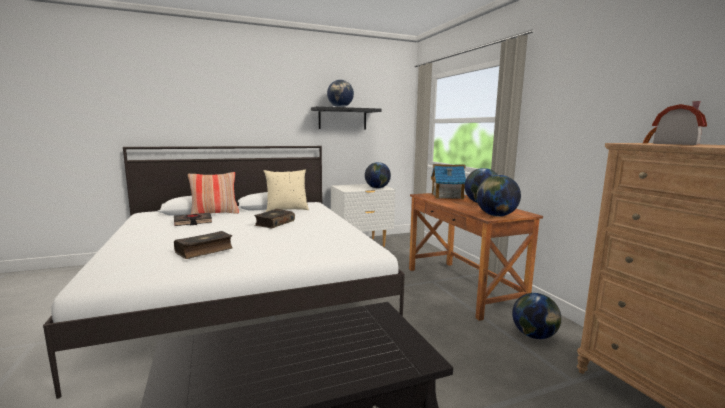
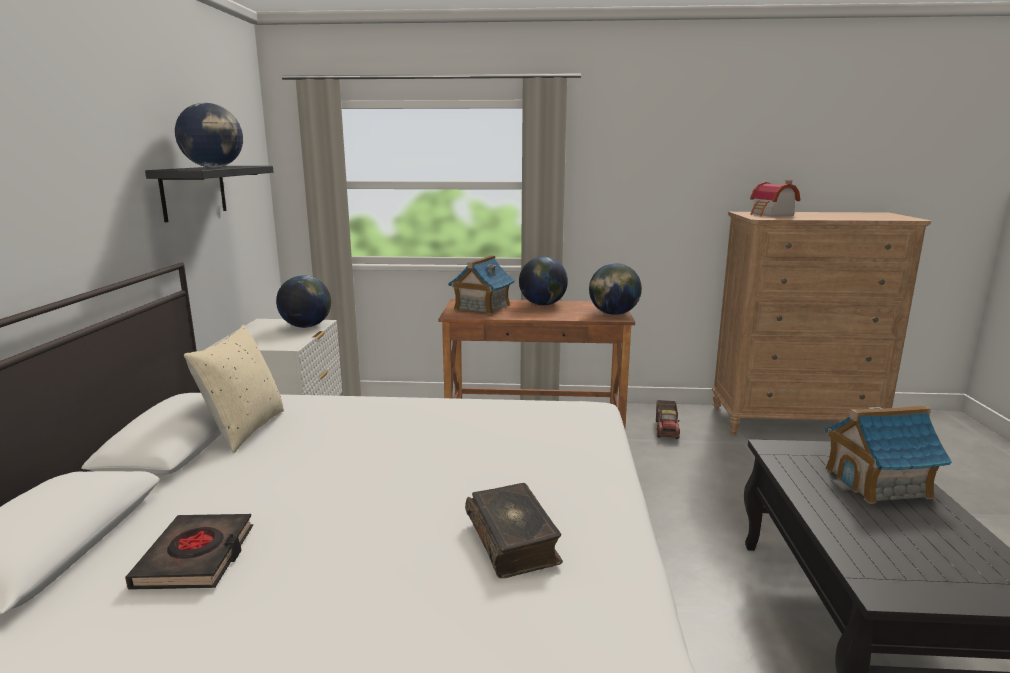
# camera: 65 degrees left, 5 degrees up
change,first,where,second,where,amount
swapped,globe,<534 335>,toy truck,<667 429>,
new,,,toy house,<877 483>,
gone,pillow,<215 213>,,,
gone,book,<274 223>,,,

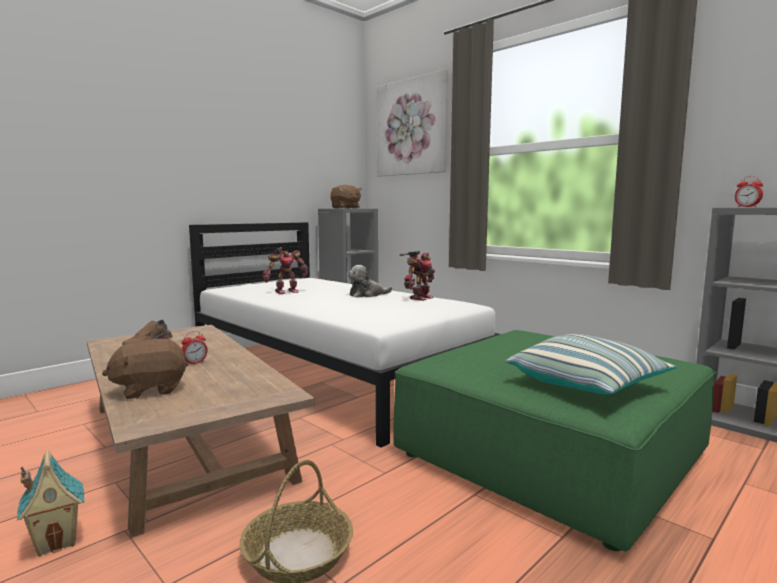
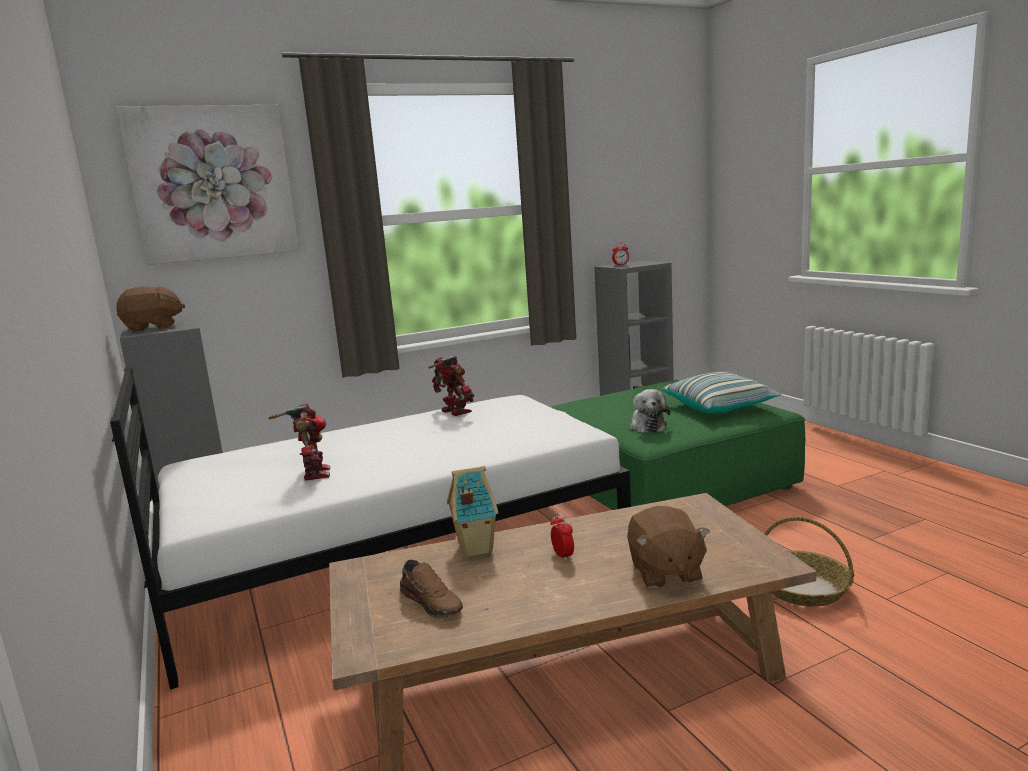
# camera: 70 degrees left, 5 degrees up
change,first,where,second,where,amount
shifted,toy house,<57 542>,,<474 549>,
shifted,plush toy,<367 295>,,<647 426>,

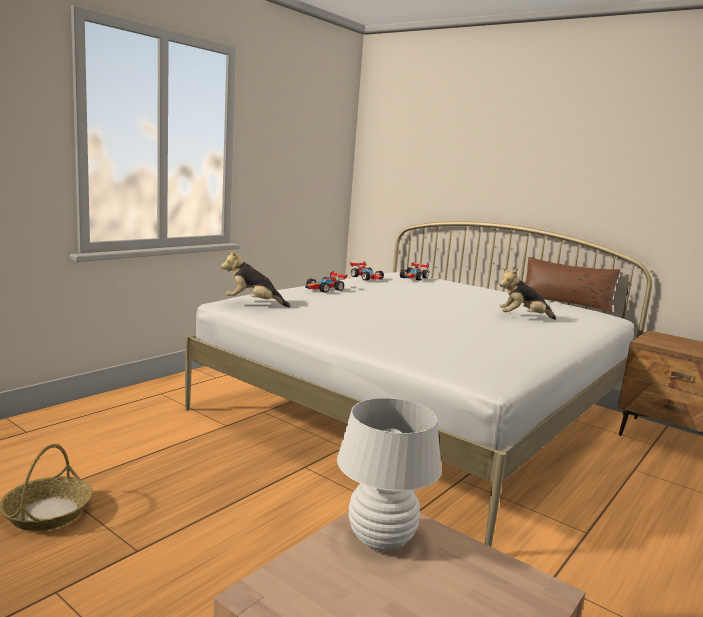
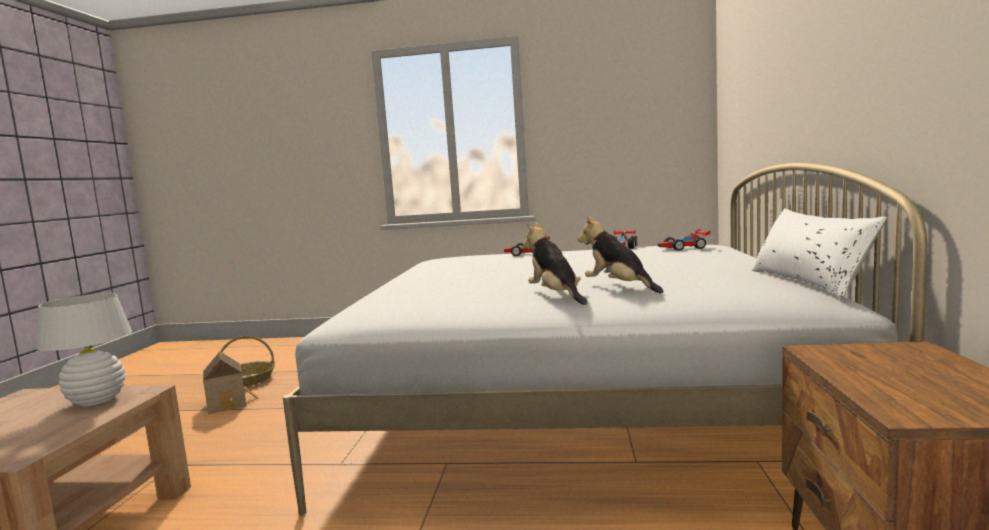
# camera: 60 degrees right, 5 degrees down
change,first,where,second,where,amount
new,,,toy house,<229 403>,
shifted,plush toy,<253 303>,,<555 296>,
repainted,brown pillow,<565 303>,white pillow,<809 281>,

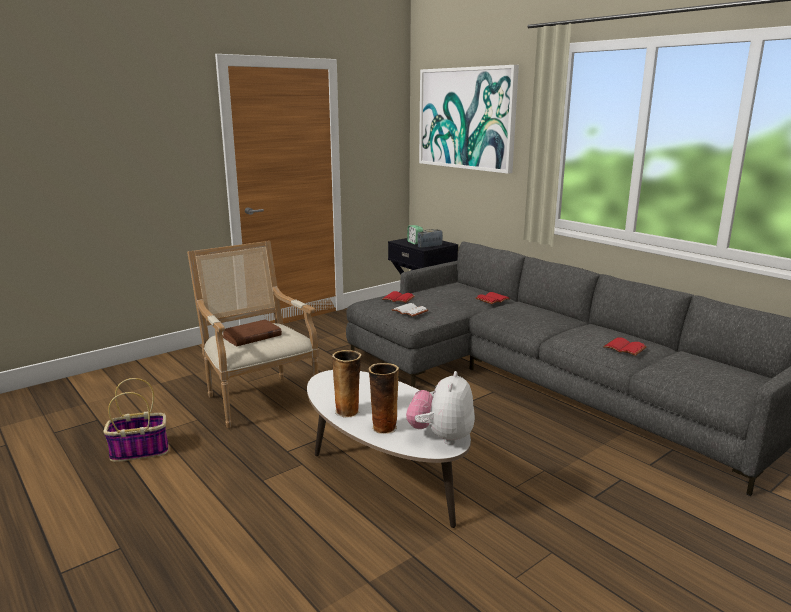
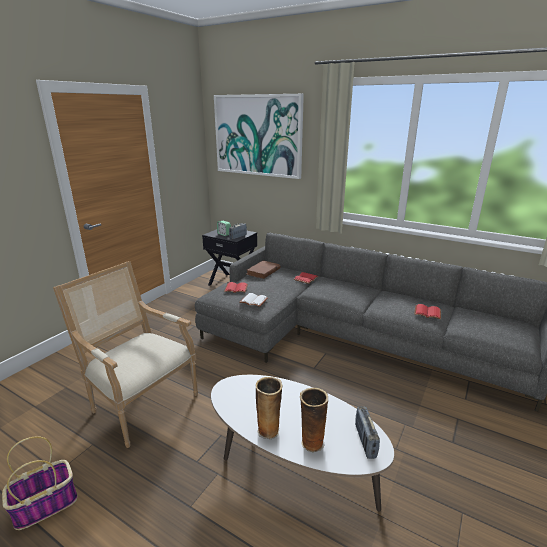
# camera: 20 degrees left, 5 degrees up
change,first,where,second,where,amount
shifted,brown book,<251 336>,,<263 271>,
swapped,plush toy,<441 437>,radio,<365 441>,

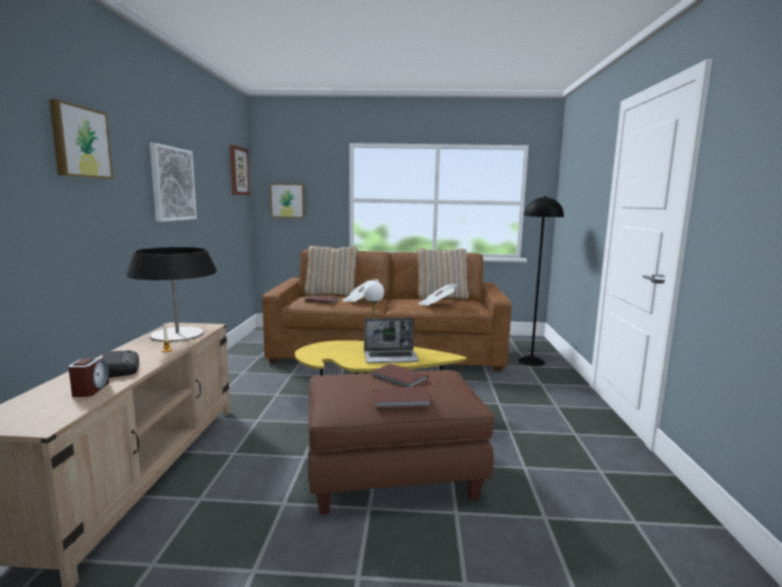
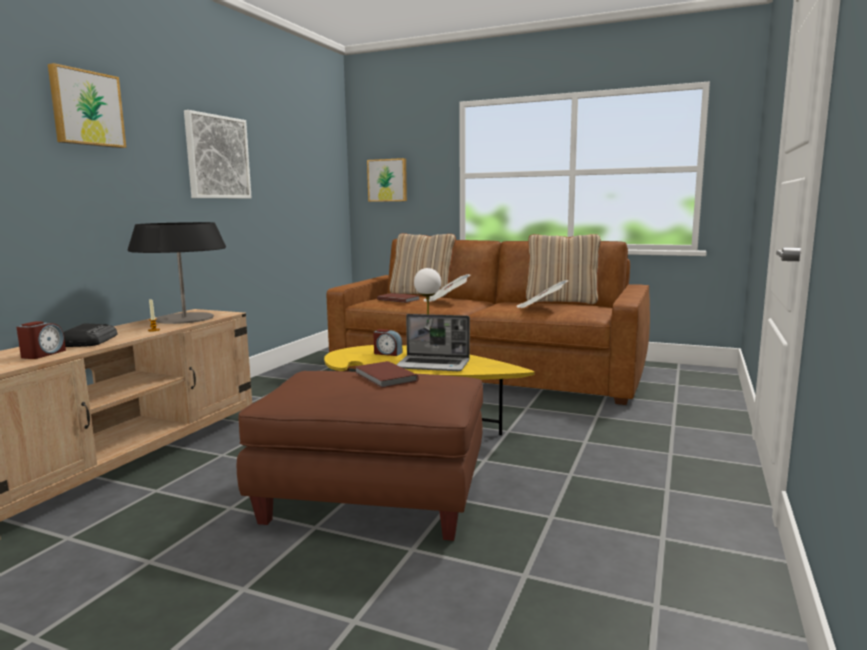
# camera: 20 degrees right, 0 degrees up
change,first,where,second,where,amount
new,,,alarm clock,<387 353>,
gone,picture,<238 171>,,,
gone,brown book,<402 400>,,,
gone,black floor lamp,<531 361>,,,

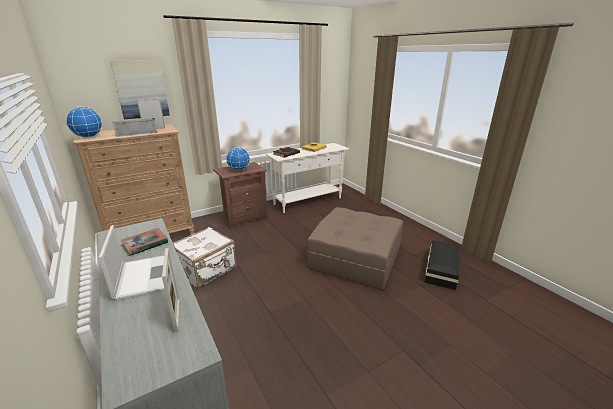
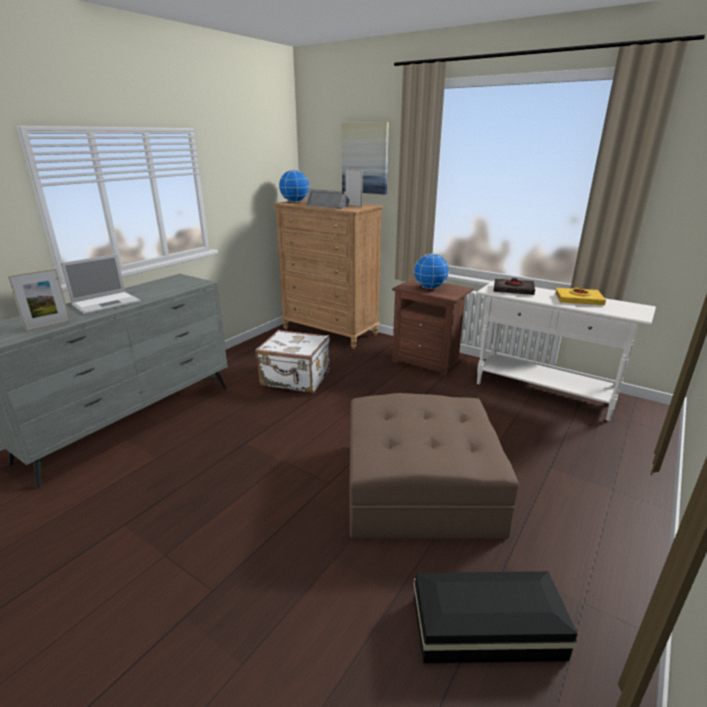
# camera: 65 degrees right, 0 degrees up
change,first,where,second,where,amount
gone,book,<145 244>,,,

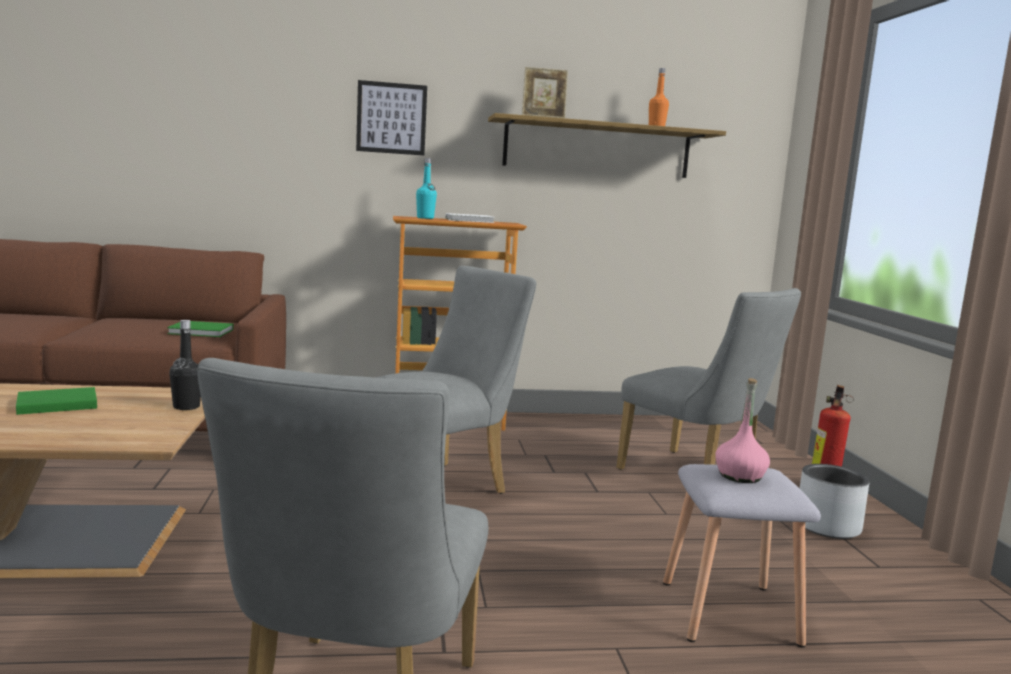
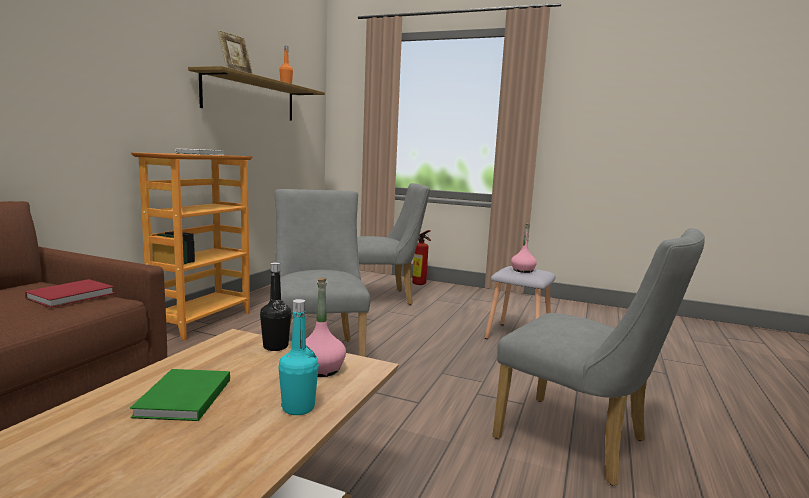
# camera: 60 degrees left, 0 degrees up
change,first,where,second,where,amount
repainted,green book,<202 332>,red book,<73 296>,
shifted,turquoise bottle,<425 218>,,<298 408>,
new,,,pink bottle,<320 369>,
gone,picture,<391 118>,,,
gone,grey planter,<827 526>,,,

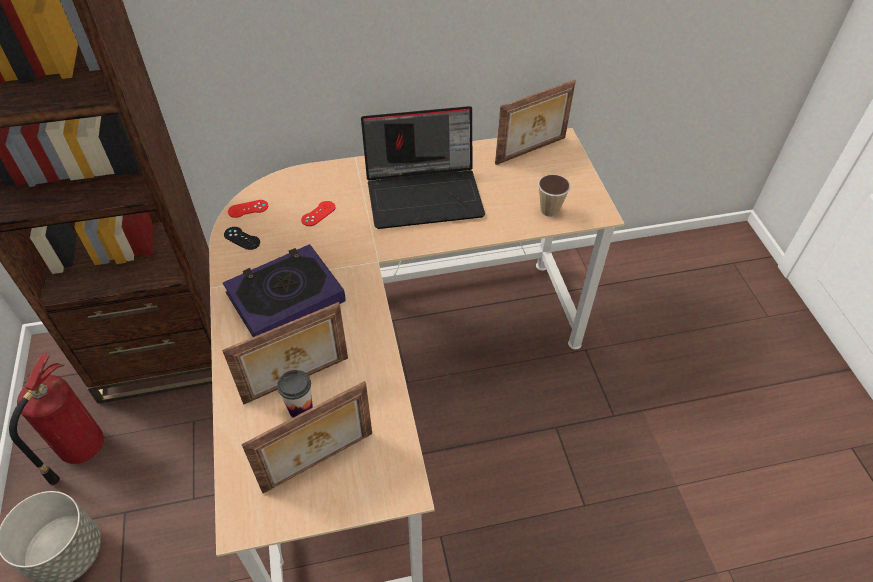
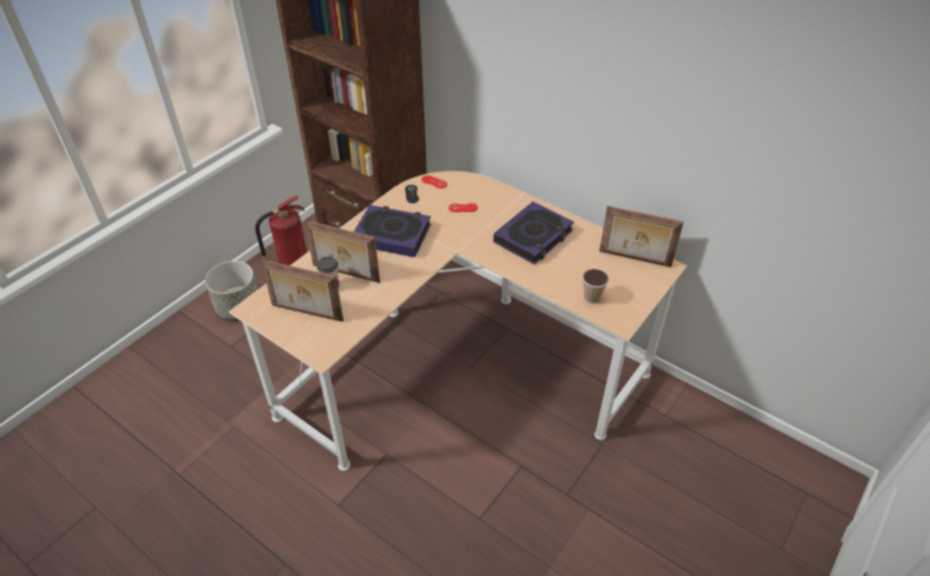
# camera: 50 degrees right, 5 degrees down
change,first,where,second,where,amount
swapped,laptop,<425 193>,book,<533 237>,

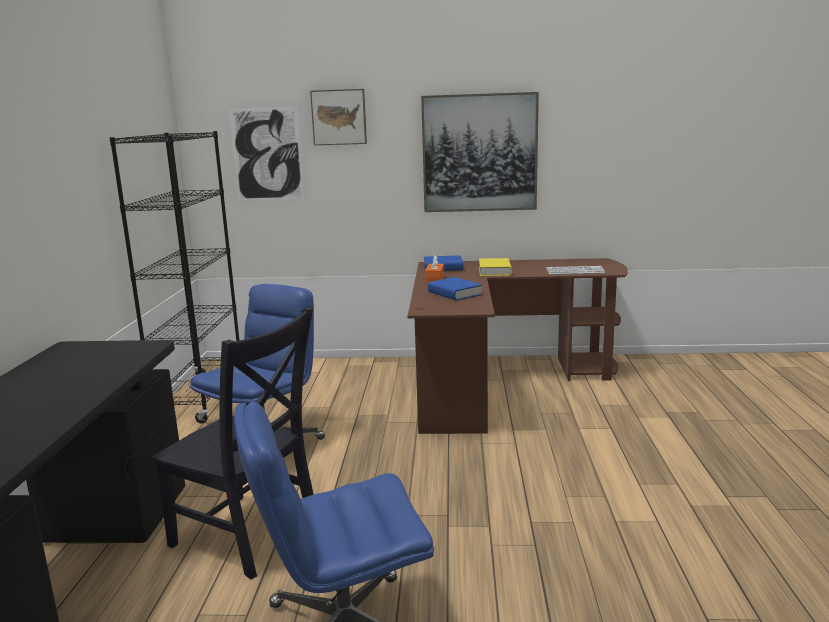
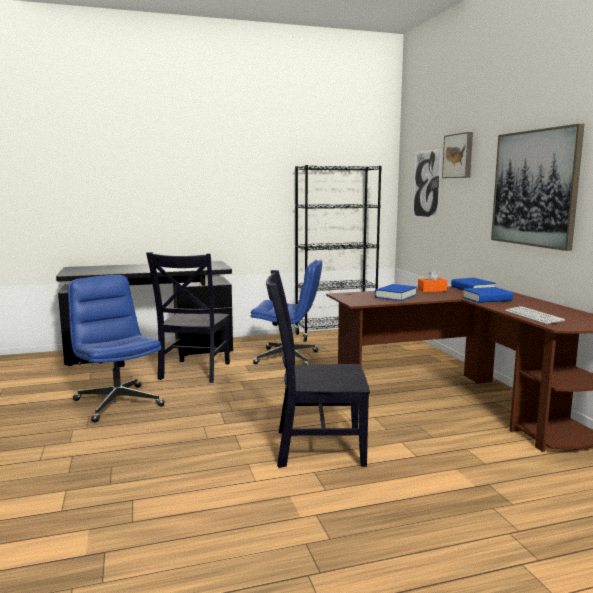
# camera: 70 degrees right, 5 degrees down
change,first,where,second,where,amount
new,,,black chair,<315 447>,
repainted,yellow book,<495 271>,blue book,<487 299>,

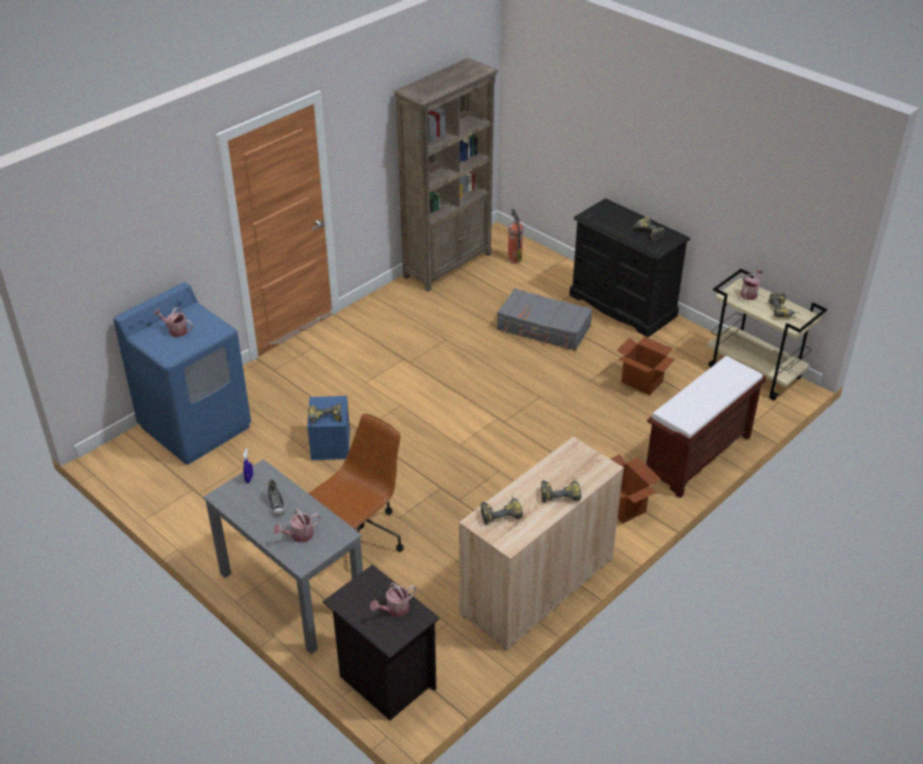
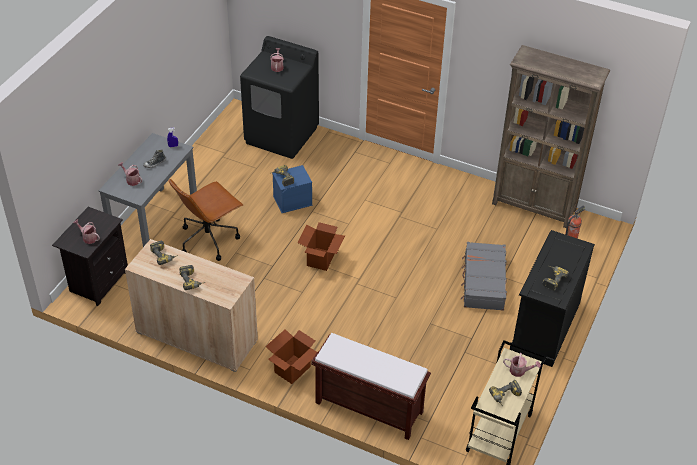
# camera: 70 degrees right, 5 degrees up
change,first,where,second,where,amount
rotated,brown office chair,<360 539>,,<209 239>,120 degrees clockwise
repainted,blue washing machine,<196 426>,black washing machine,<282 135>,
shifted,cardboard box,<642 382>,,<321 259>,

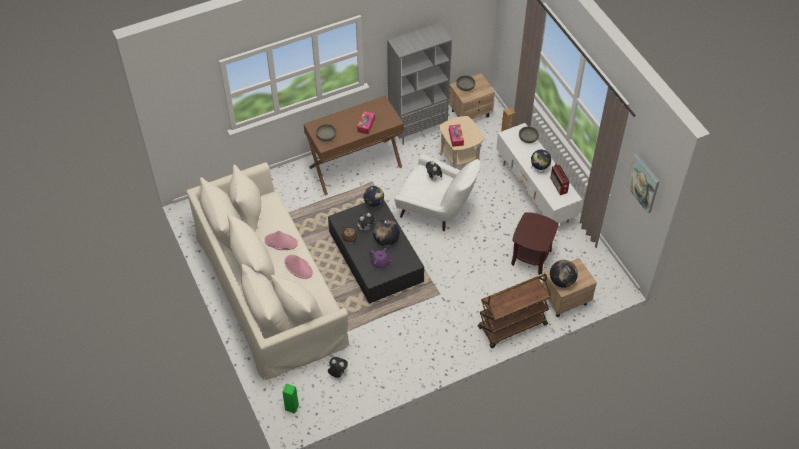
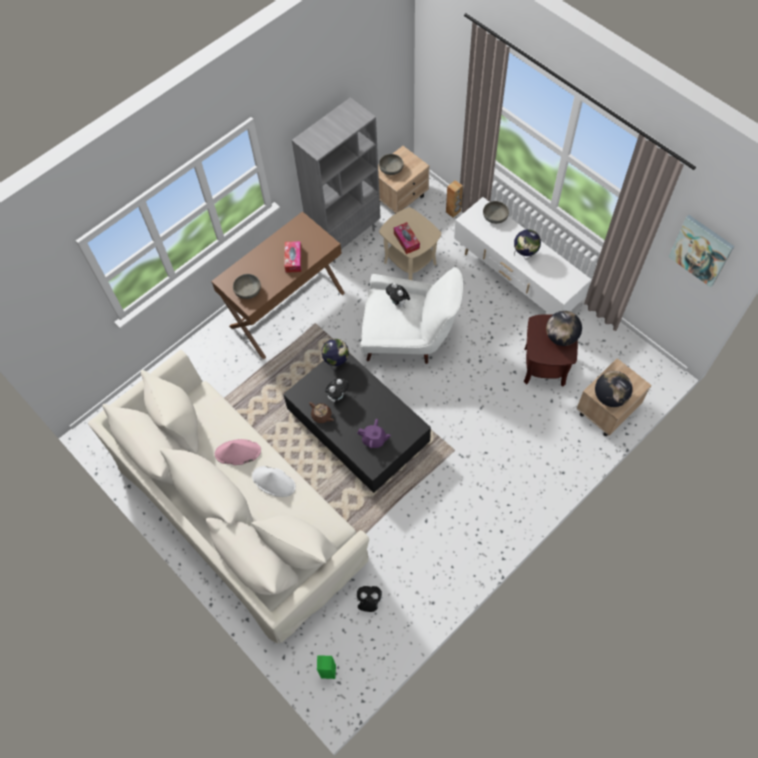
# camera: 15 degrees left, 10 degrees up
change,first,where,second,where,amount
repainted,pink hat,<298 267>,white hat,<274 482>,
shifted,globe,<386 240>,,<561 337>,
gone,brown cart,<512 327>,,,
gone,radio,<558 186>,,,

